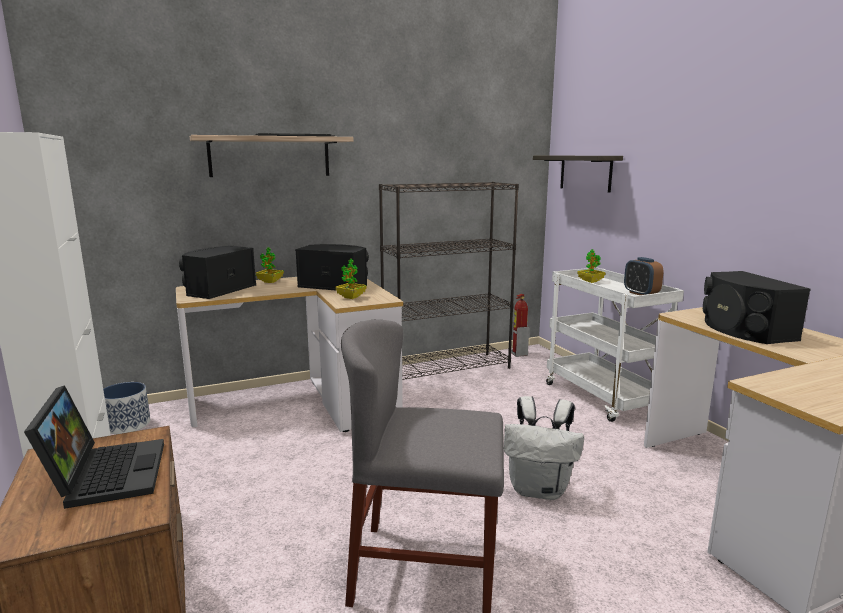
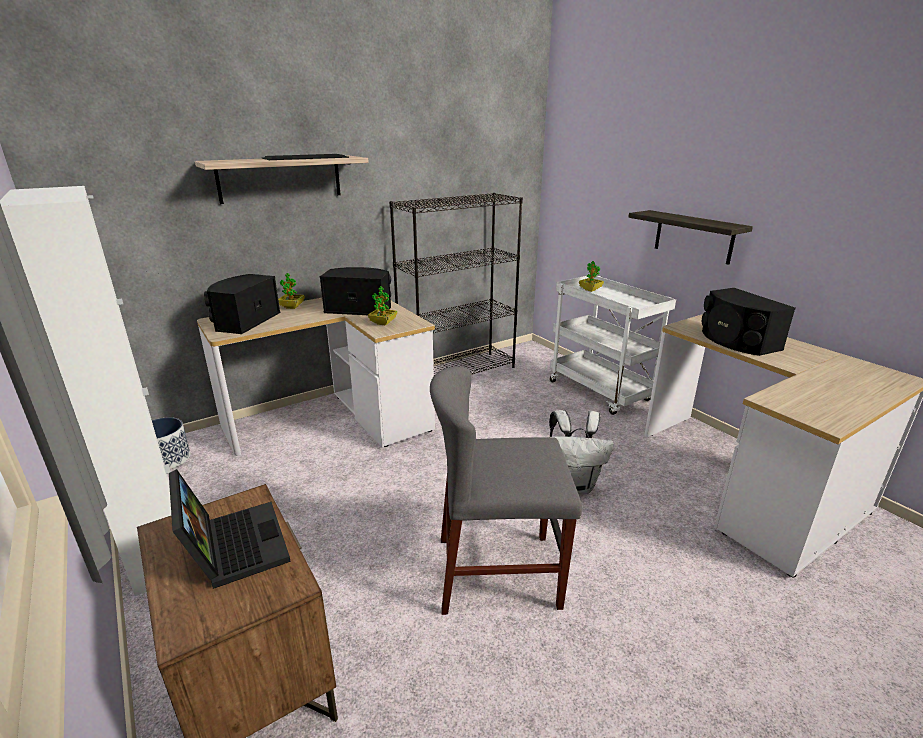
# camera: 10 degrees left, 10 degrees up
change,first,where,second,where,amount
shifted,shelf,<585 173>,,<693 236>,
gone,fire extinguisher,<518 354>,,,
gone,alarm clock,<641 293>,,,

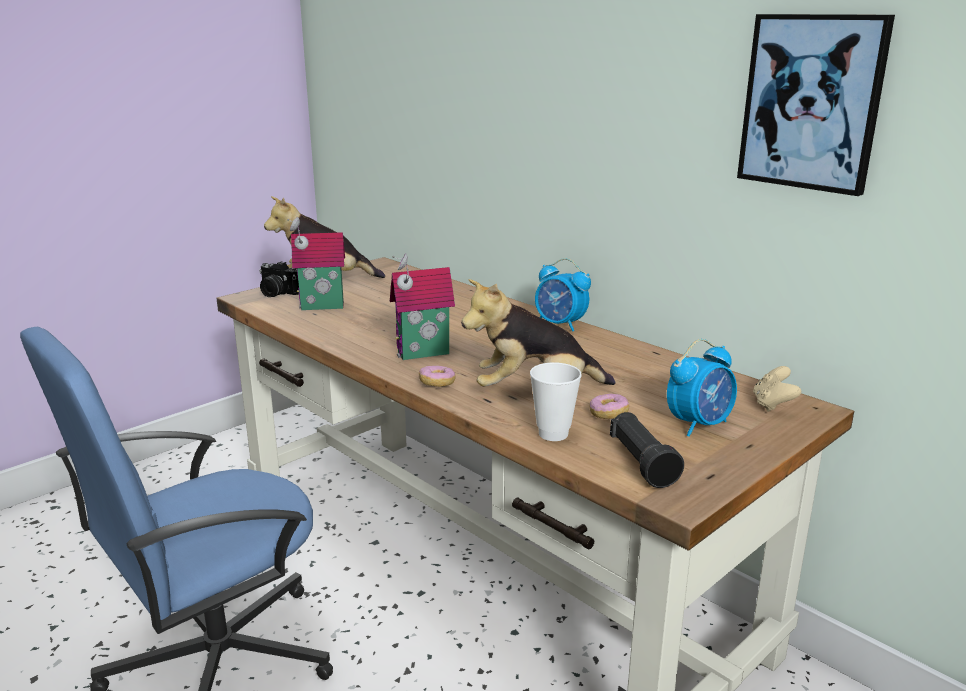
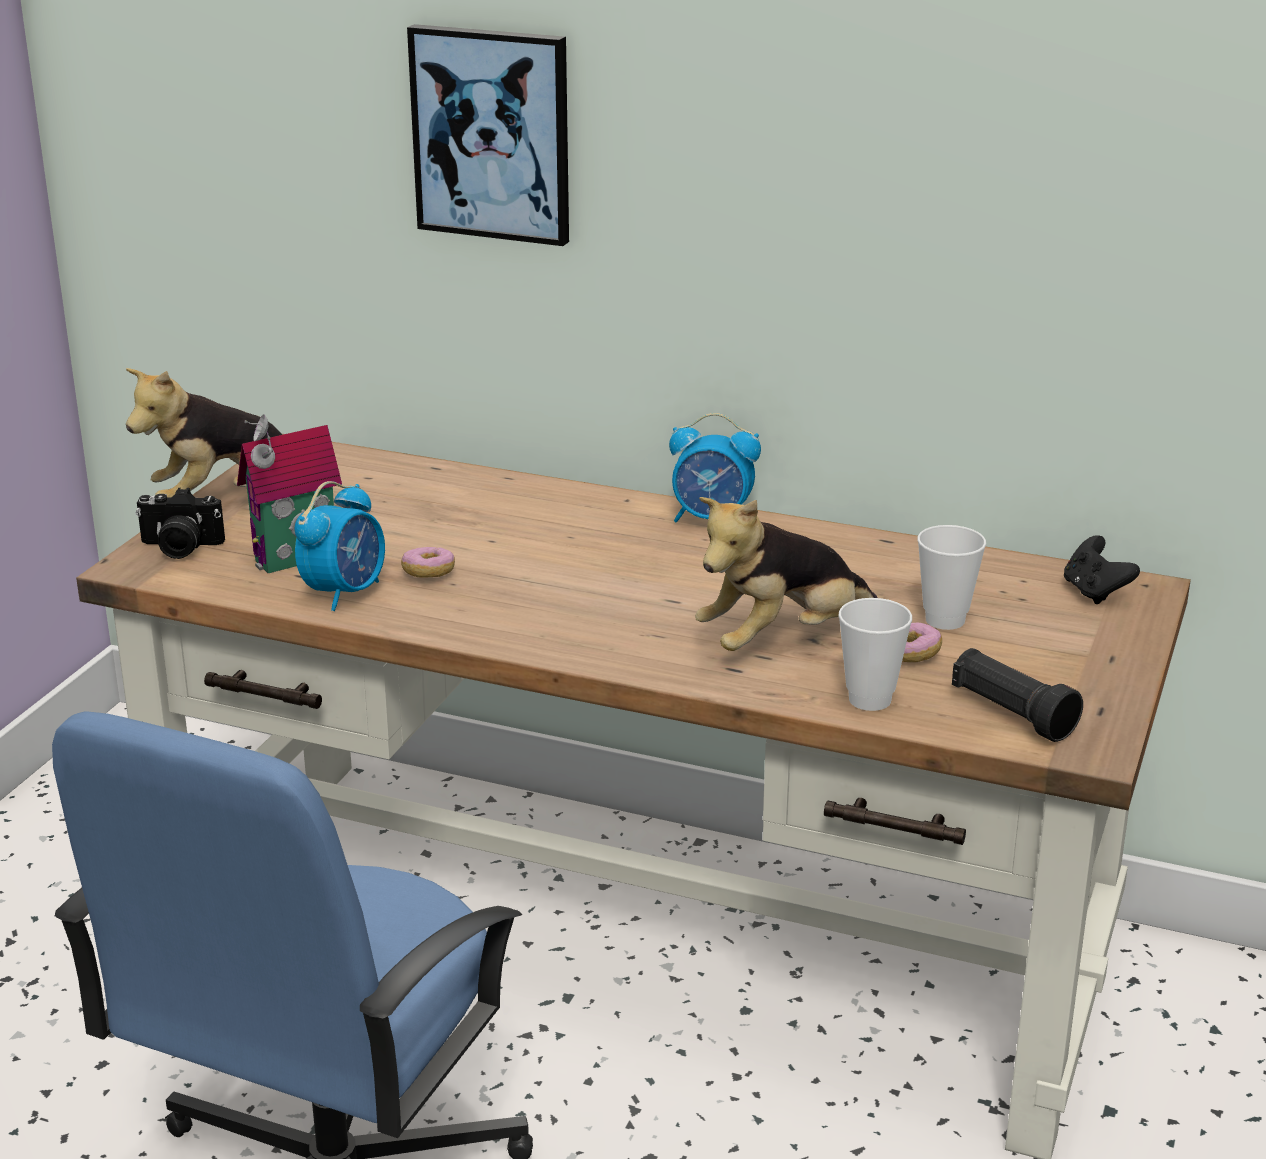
# camera: 25 degrees left, 5 degrees up
change,first,where,second,where,amount
shifted,alarm clock,<699 424>,,<345 592>,
shifted,donut,<437 383>,,<428 573>,
shifted,picture,<812 102>,,<492 134>,
new,,,cup,<945 620>,
repainted,beige game controller,<773 405>,black game controller,<1095 592>,
gone,toy house,<423 354>,,,

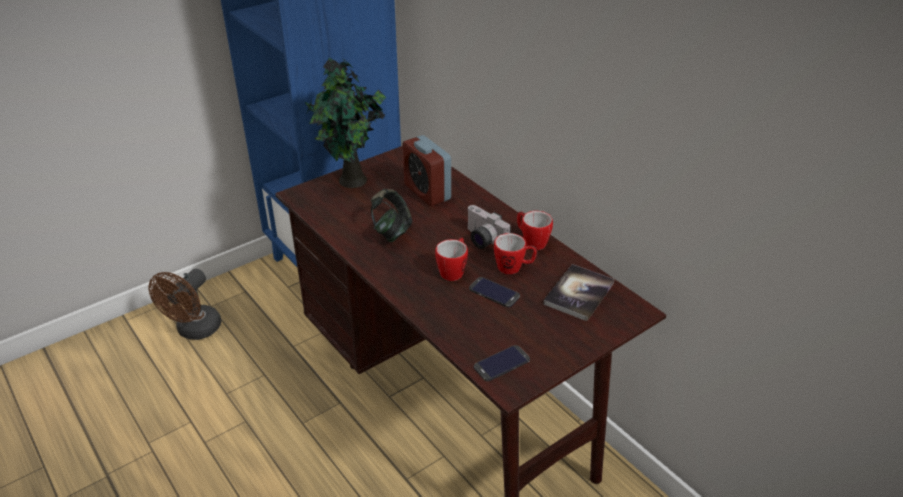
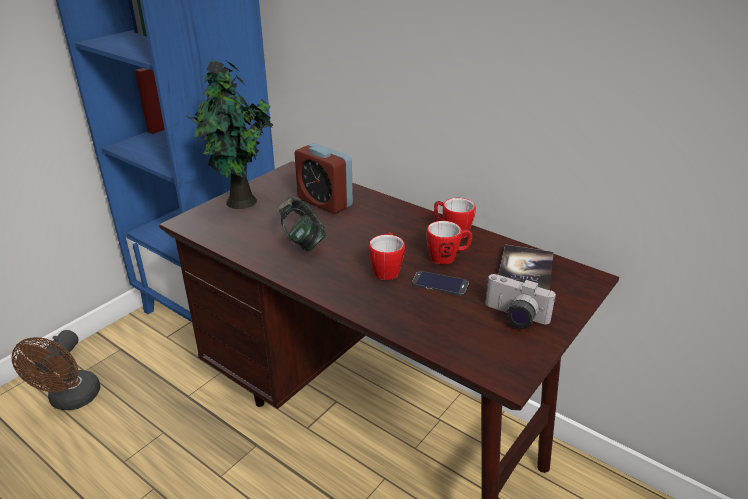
# camera: 15 degrees left, 5 degrees down
change,first,where,second,where,amount
shifted,photo camera,<482 240>,,<514 317>,
gone,phone,<501 363>,,,

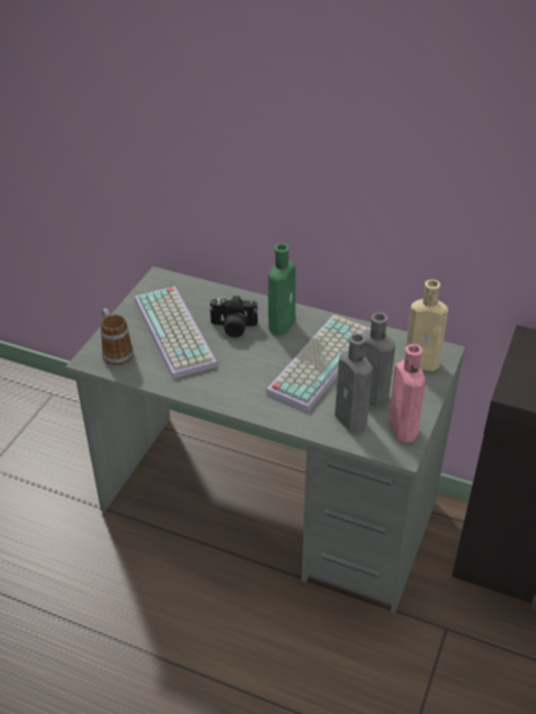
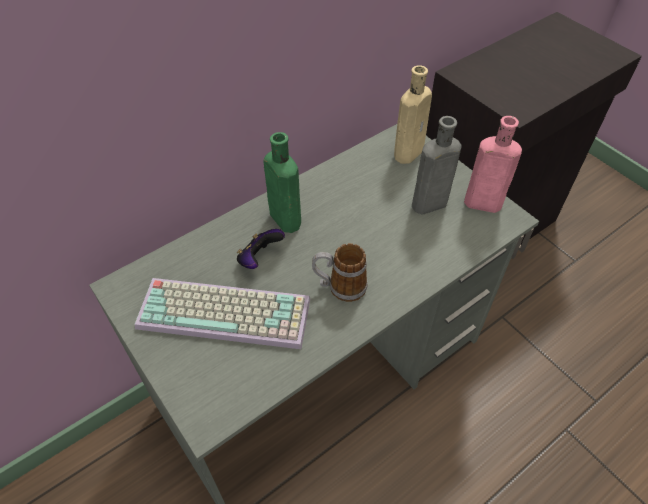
# camera: 60 degrees left, 10 degrees up
change,first,where,second,where,amount
swapped,photo camera,<233 327>,game controller,<259 259>,
shifted,mug,<115 351>,,<339 287>,
gone,keyboard,<319 360>,,,
gone,grey bottle,<352 420>,,,

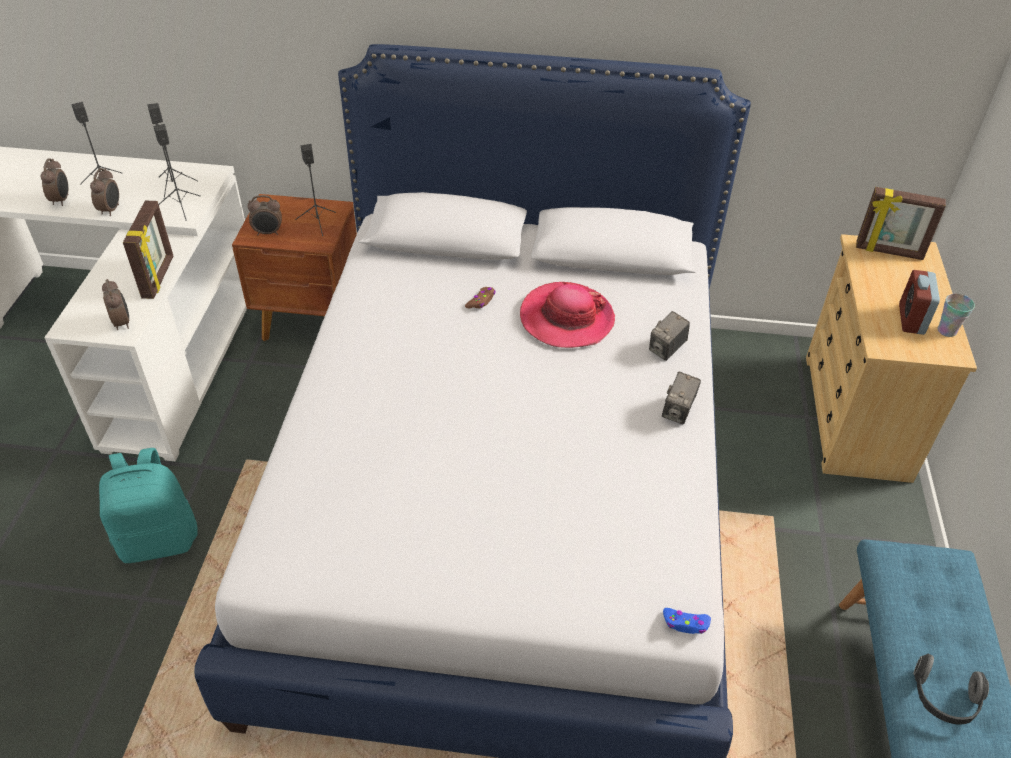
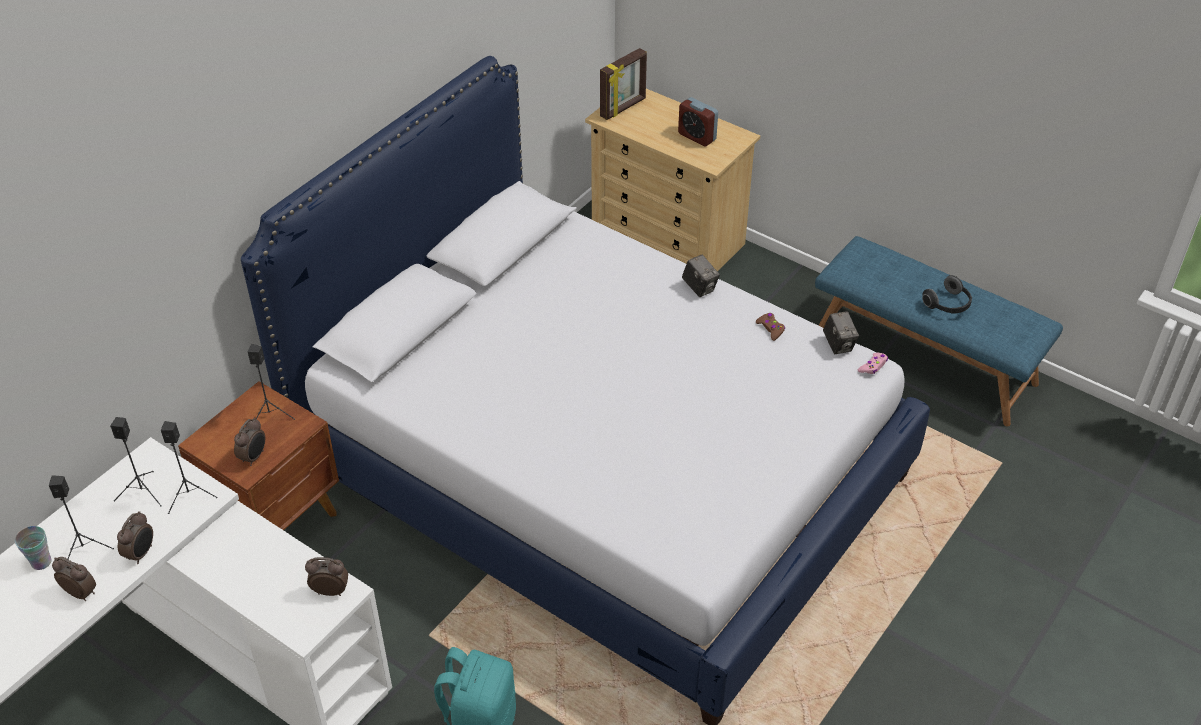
# camera: 60 degrees left, 0 degrees up
change,first,where,second,where,amount
shifted,cup,<946 331>,,<41 562>,
rotated,alarm clock,<111 210>,,<141 553>,75 degrees clockwise
shifted,brown game controller,<481 301>,,<770 329>,
shifted,photo camera,<666 350>,,<838 345>,
repainted,blue game controller,<685 624>,pink game controller,<873 366>,
gone,picture frame,<159 277>,,,
gone,hat,<566 318>,,,

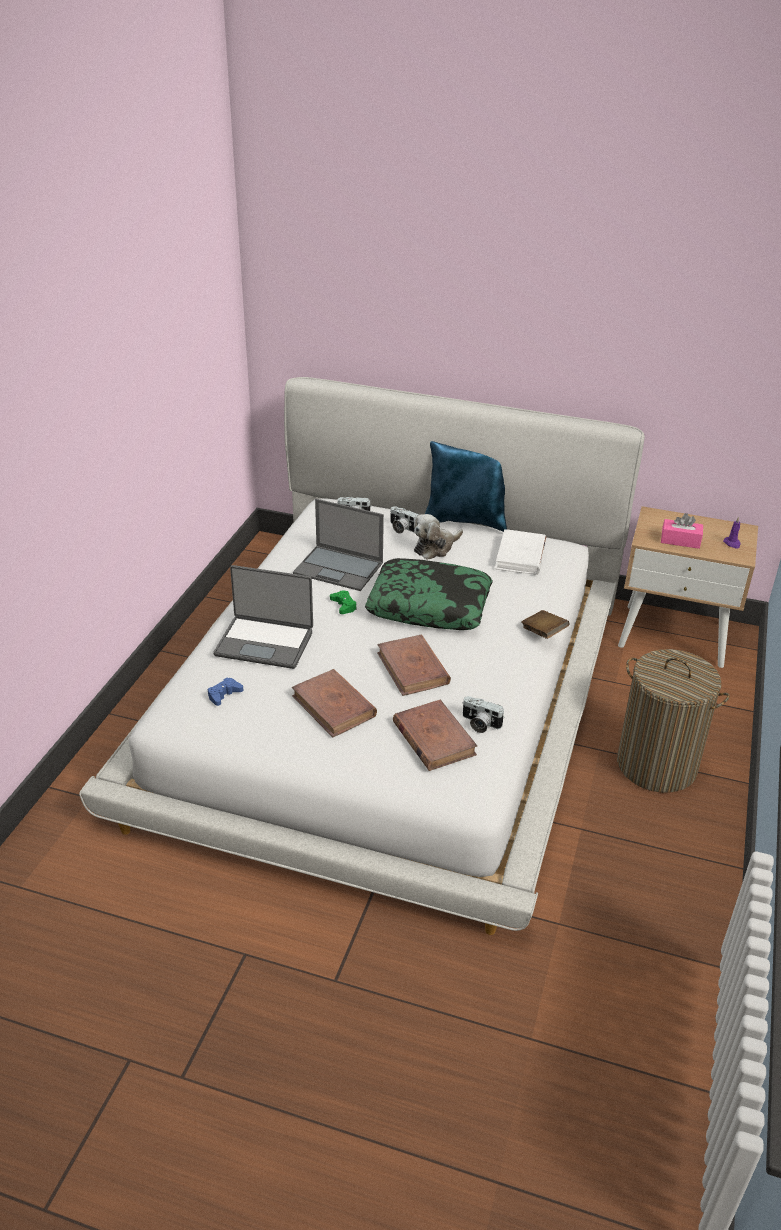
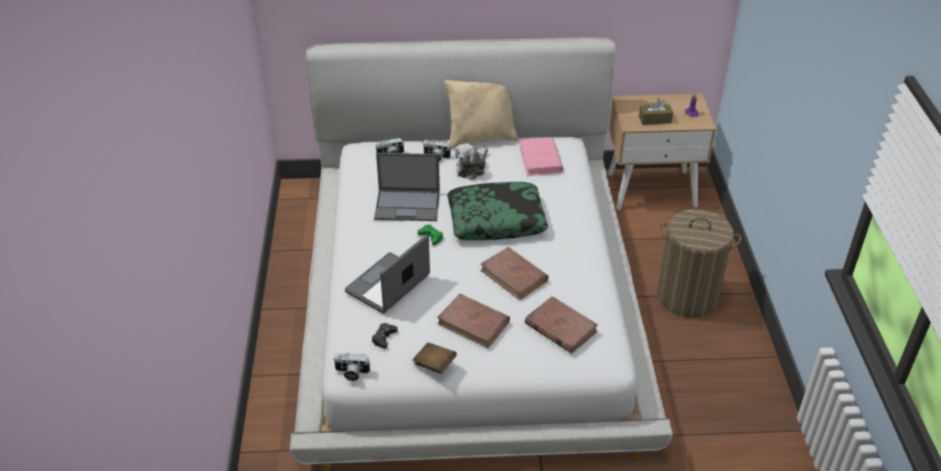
# camera: 20 degrees left, 5 degrees up
change,first,where,second,where,amount
shifted,photo camera,<479 724>,,<351 373>,
rotated,laptop,<265 642>,,<389 285>,135 degrees clockwise
repainted,blue game controller,<224 695>,black game controller,<384 338>,
shifted,brown book,<543 633>,,<434 365>,
repainted,blue pillow,<466 521>,beige pillow,<481 138>,
repainted,white book,<520 556>,pink book,<540 159>,
repainted,pink tissue box,<680 540>,brown tissue box,<655 119>,

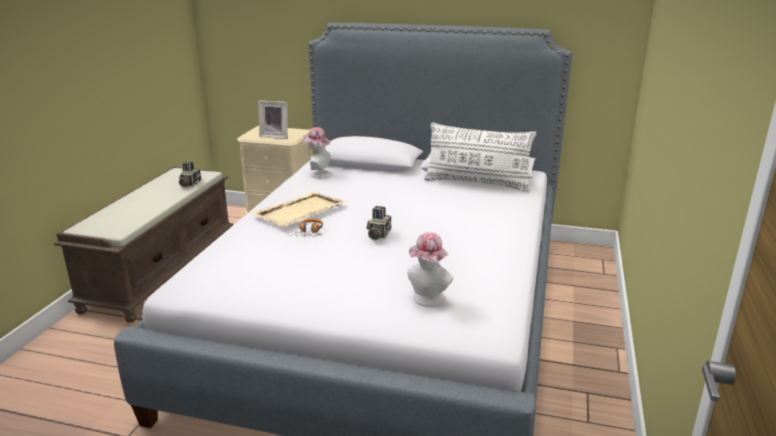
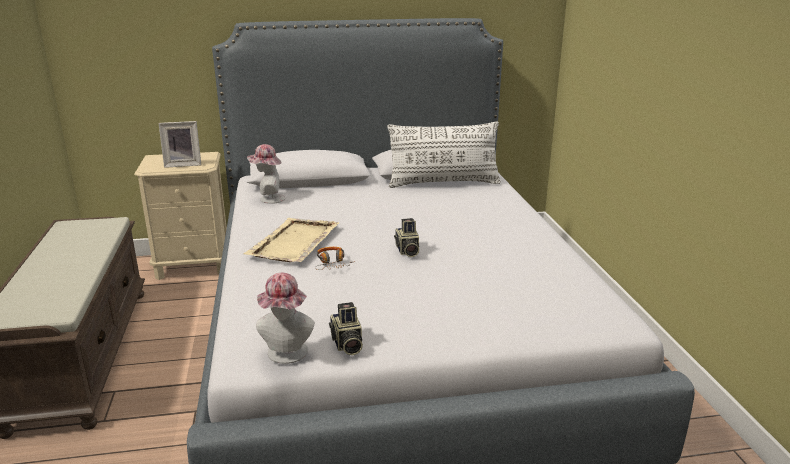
# camera: 25 degrees left, 0 degrees up
change,first,where,second,where,amount
shifted,hat,<427 300>,,<287 355>,
shifted,photo camera,<189 184>,,<346 344>,

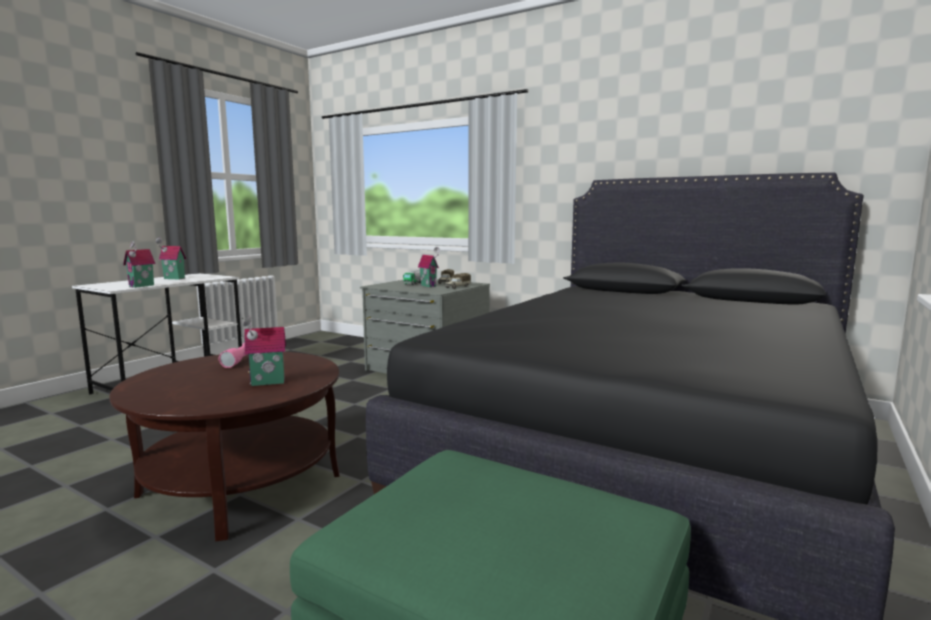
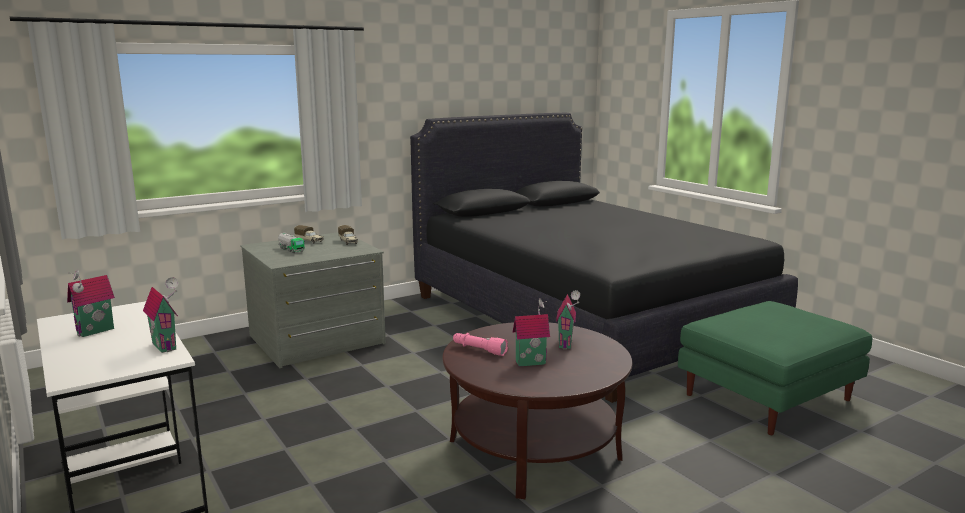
# camera: 65 degrees left, 5 degrees up
change,first,where,second,where,amount
shifted,toy house,<429 286>,,<530 362>,

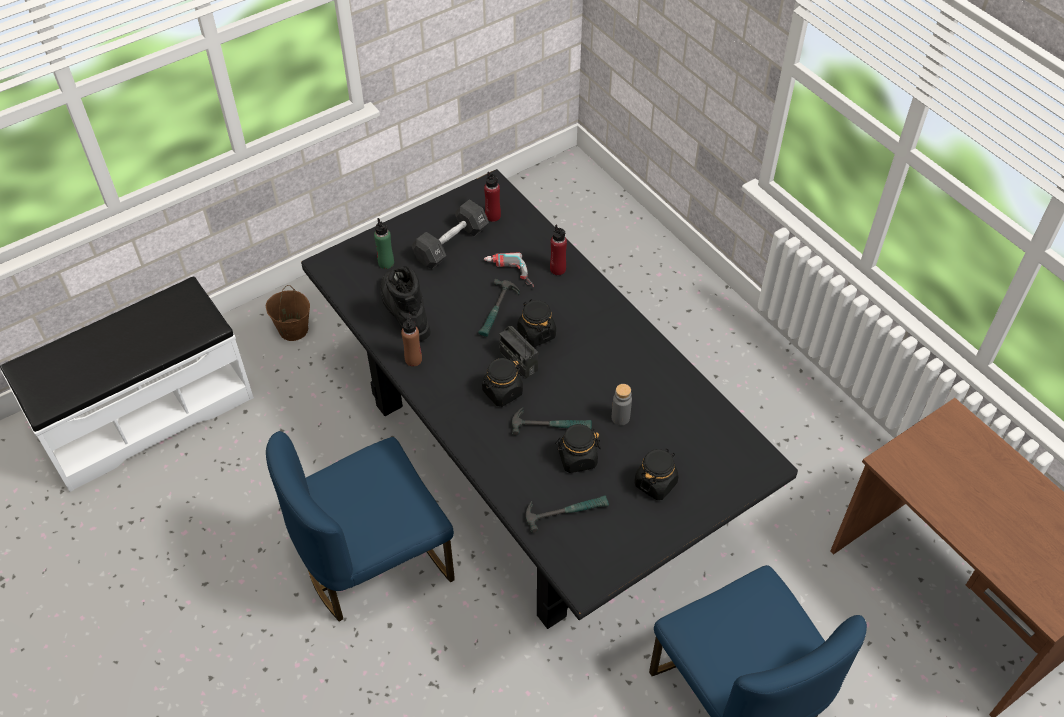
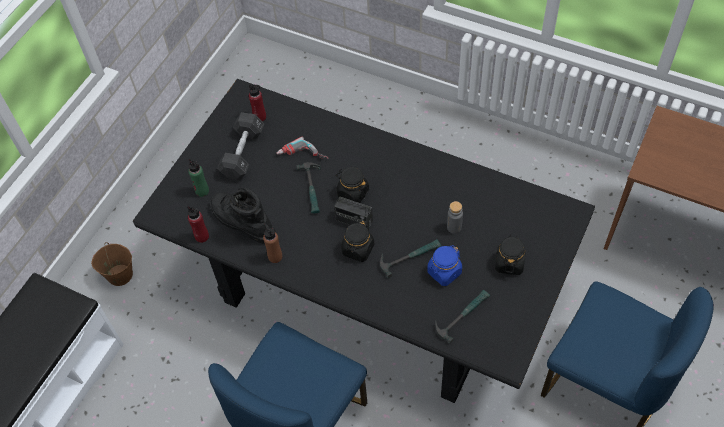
# camera: 25 degrees left, 5 degrees up
change,first,where,second,where,amount
shifted,red bottle,<558 269>,,<202 236>,
repainted,black jar,<577 458>,blue jar,<444 272>,

